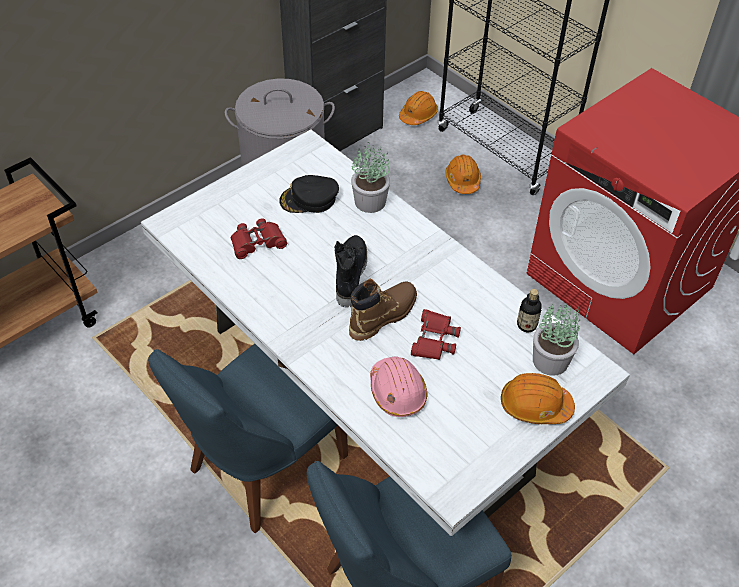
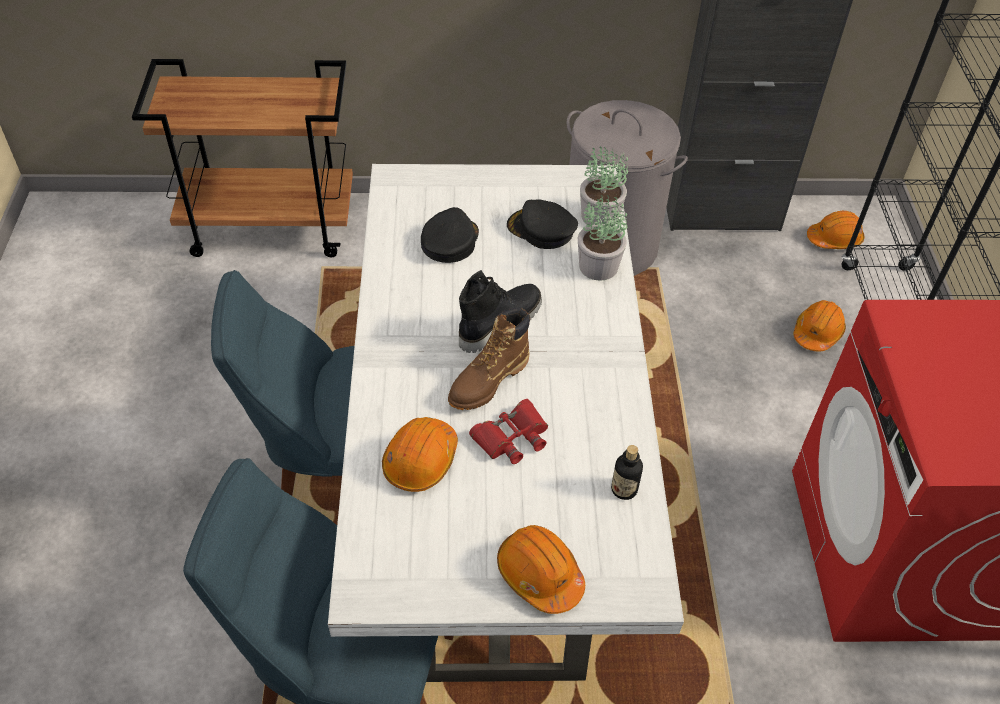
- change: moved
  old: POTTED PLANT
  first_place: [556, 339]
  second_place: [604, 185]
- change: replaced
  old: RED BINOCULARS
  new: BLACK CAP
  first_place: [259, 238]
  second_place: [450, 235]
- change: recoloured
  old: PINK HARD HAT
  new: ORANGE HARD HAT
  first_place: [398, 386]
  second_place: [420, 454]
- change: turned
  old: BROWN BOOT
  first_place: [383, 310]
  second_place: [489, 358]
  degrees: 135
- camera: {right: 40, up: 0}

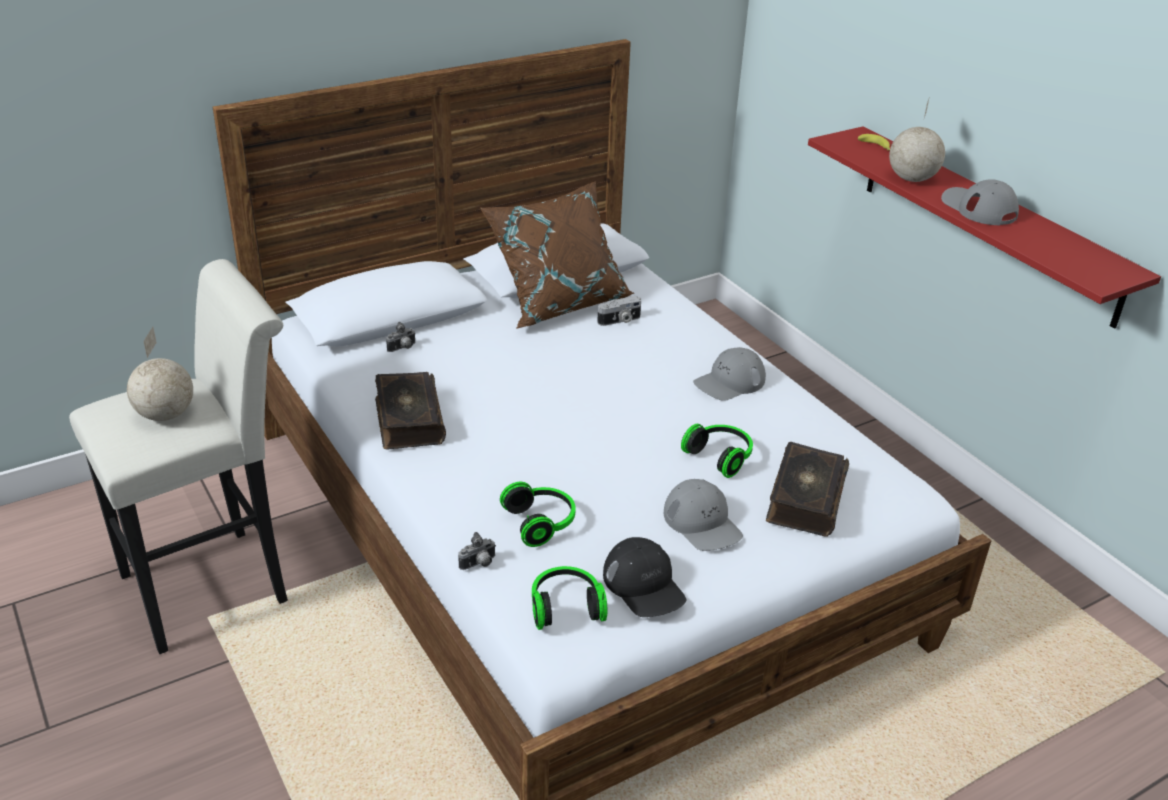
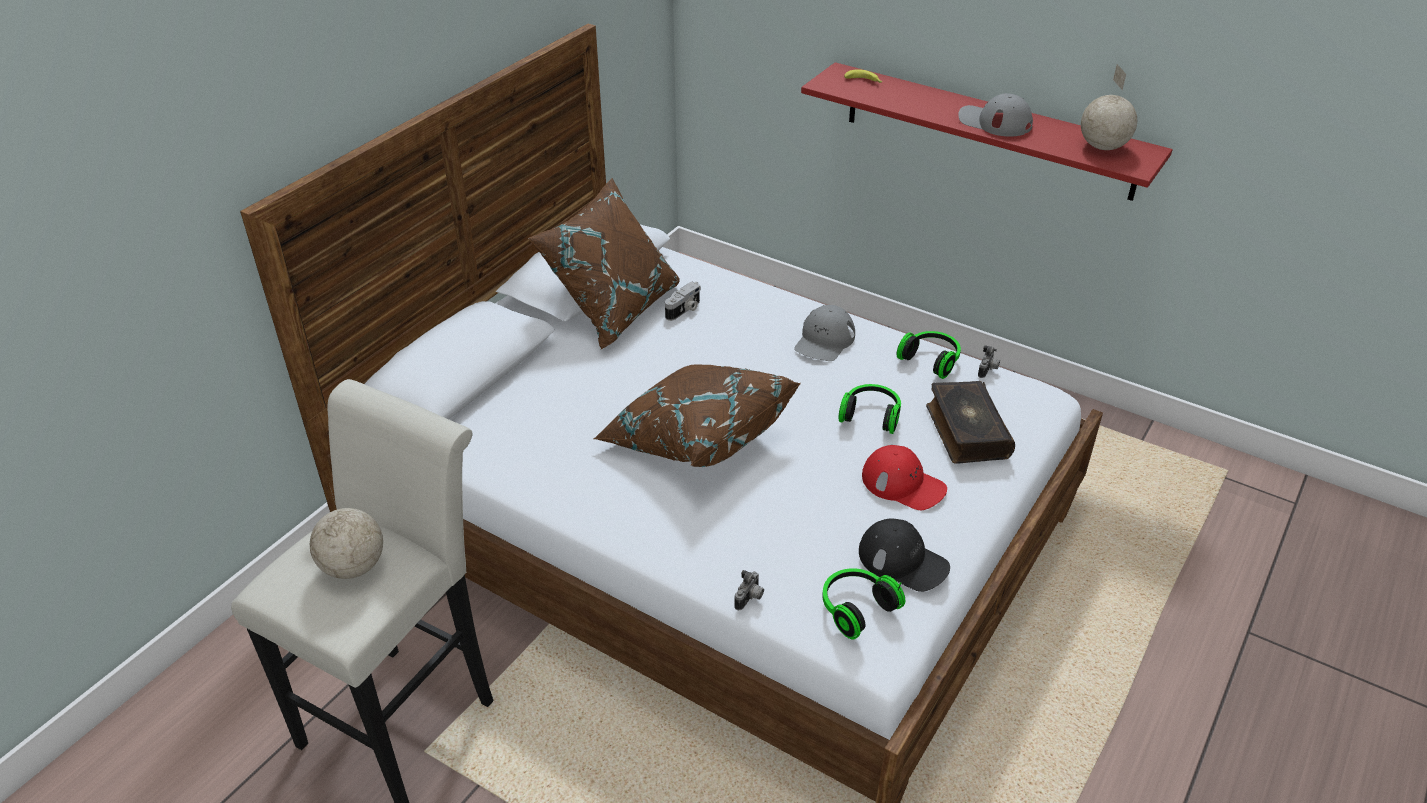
- change: removed
  old: BOOK
  first_place: [410, 410]
- change: added
  new: BROWN PILLOW
  second_place: [697, 415]
- change: moved
  old: PHOTO CAMERA
  first_place: [401, 337]
  second_place: [989, 361]
- change: moved
  old: HEADPHONES
  first_place: [538, 514]
  second_place: [929, 355]
- change: moved
  old: GLOBE
  first_place: [917, 139]
  second_place: [1109, 107]
- change: recoloured
  old: GREY CAP
  new: RED CAP
  first_place: [703, 515]
  second_place: [904, 477]
- camera: {right: -25, up: 5}

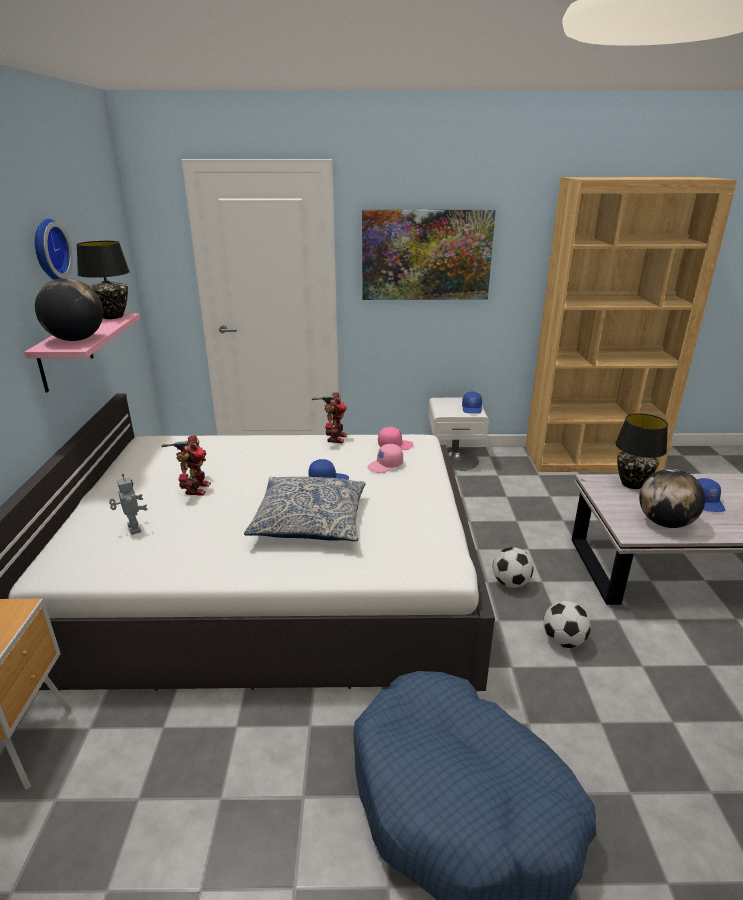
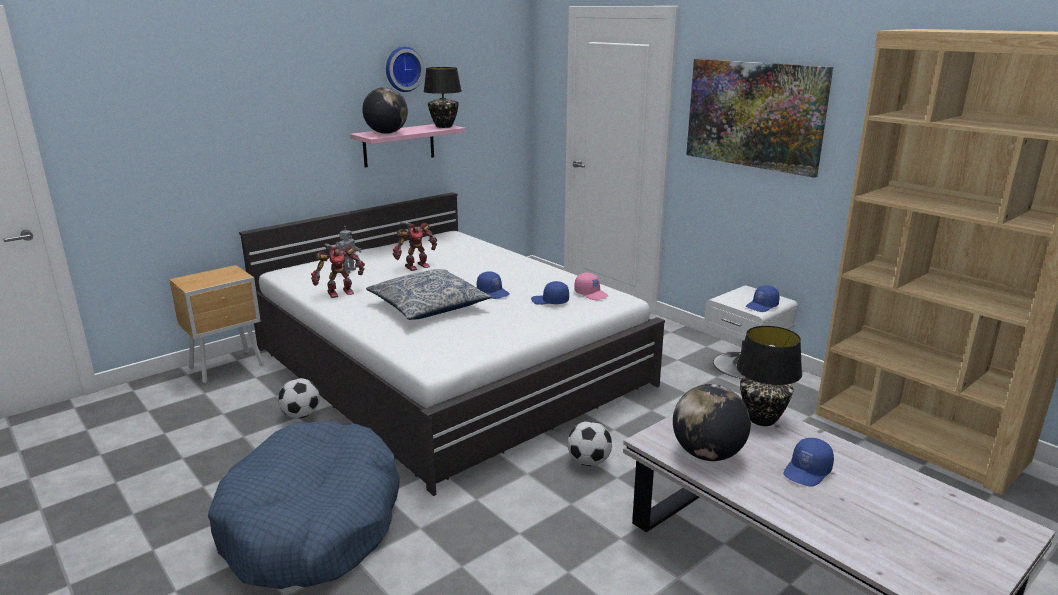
- change: moved
  old: TOY ROBOT
  first_place: [329, 417]
  second_place: [338, 270]
- change: moved
  old: FOOTBALL
  first_place: [567, 624]
  second_place: [299, 398]
- change: recoloured
  old: PINK CAP
  new: BLUE CAP
  first_place: [385, 458]
  second_place: [550, 293]
- camera: {right: 50, up: -5}

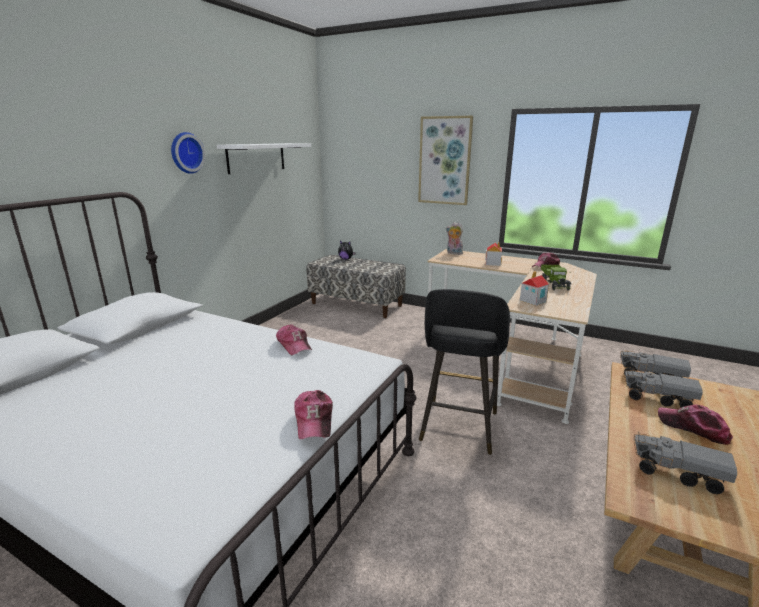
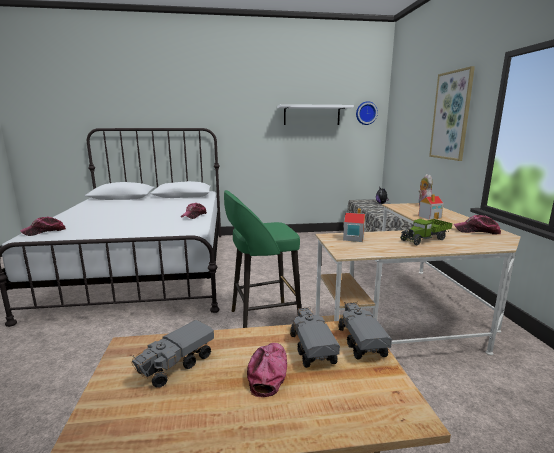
- change: moved
  old: WALL CLOCK
  first_place: [188, 153]
  second_place: [367, 113]
- change: moved
  old: CAP
  first_place: [313, 414]
  second_place: [43, 226]
- change: recoloured
  old: BLACK STOOL
  new: GREEN STOOL
  first_place: [464, 372]
  second_place: [262, 259]
- change: turned
  old: TOY TRUCK
  first_place: [685, 463]
  second_place: [172, 354]
  degrees: -135
- camera: {right: 55, up: -5}

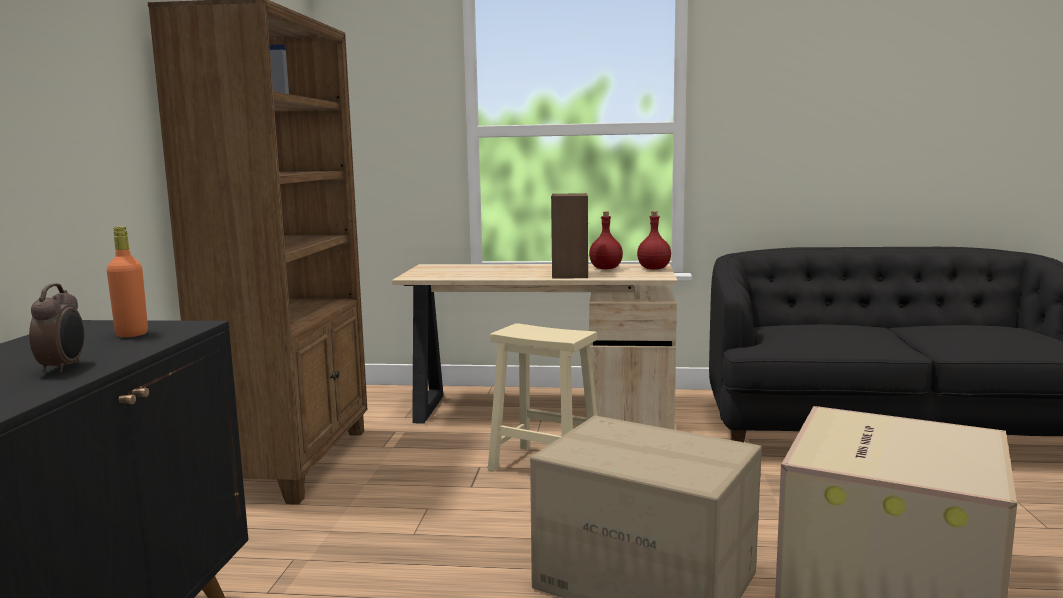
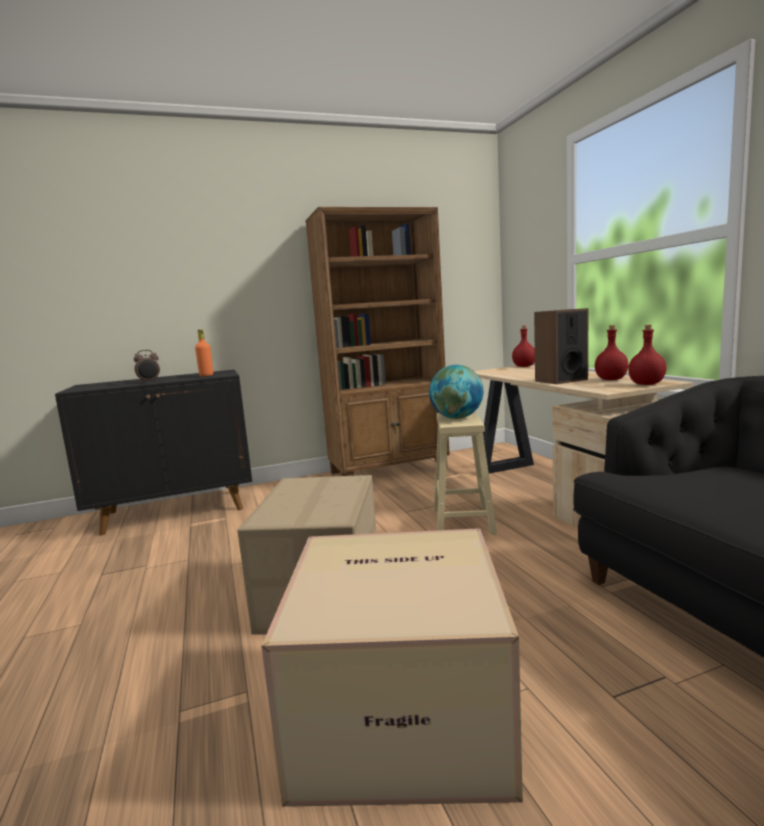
- change: added
  new: GLOBE
  second_place: [456, 392]
- change: added
  new: RED BOTTLE
  second_place: [523, 346]
- camera: {right: 65, up: 0}

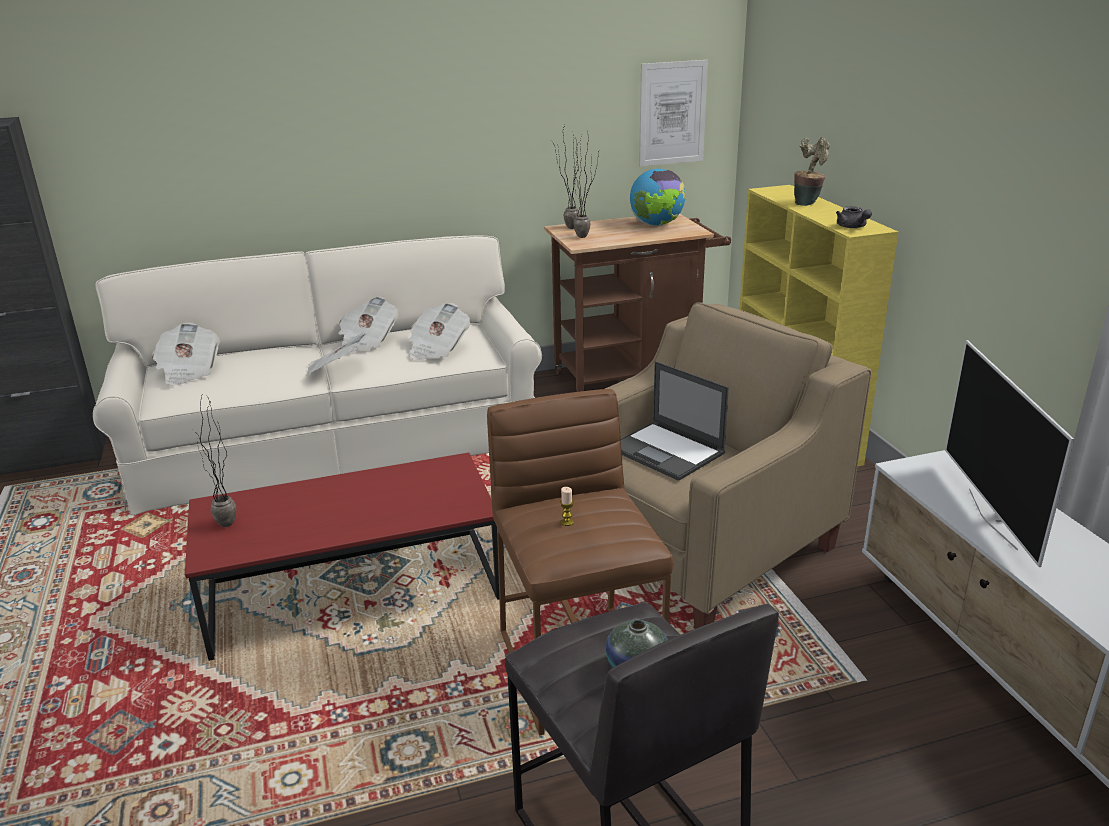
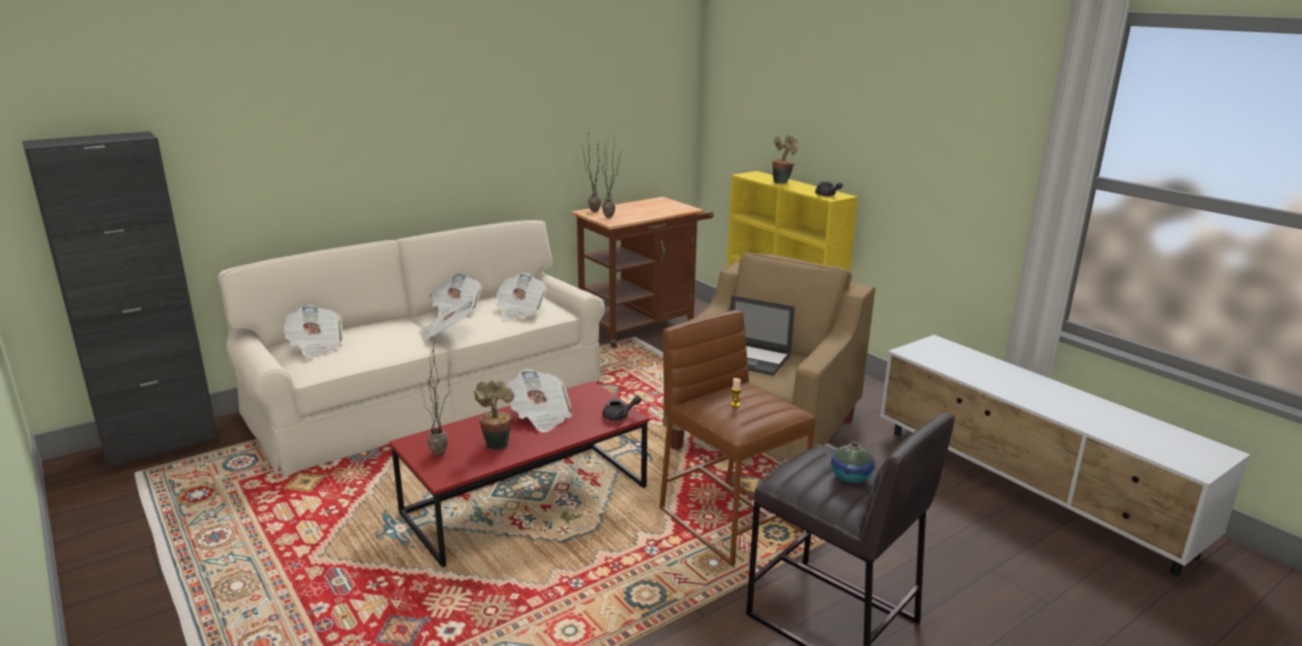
- change: removed
  old: GLOBE
  first_place: [658, 197]
- change: removed
  old: PICTURE
  first_place: [673, 113]
- change: removed
  old: TELEVISION
  first_place: [1009, 453]
- change: added
  new: POTTED PLANT
  second_place: [494, 415]
- change: added
  new: NEWSPAPER
  second_place: [539, 401]
- change: added
  new: GREY TEAPOT
  second_place: [622, 408]
- camera: {right: -20, up: -5}

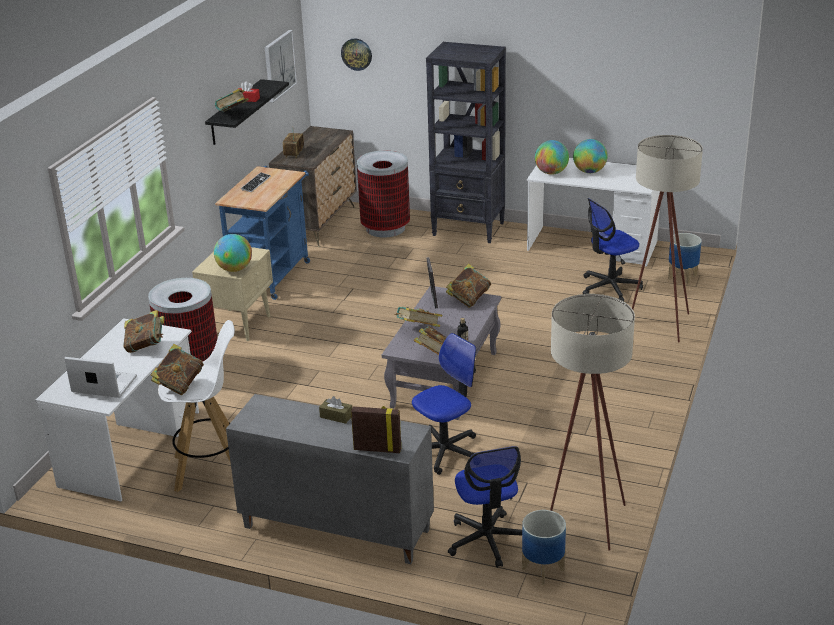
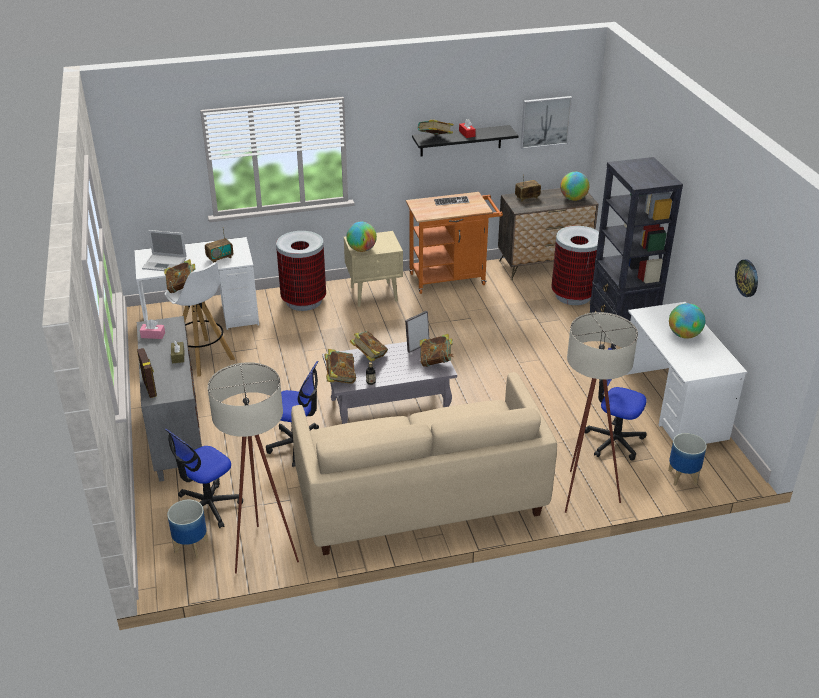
- change: added
  new: PINK TISSUE BOX
  second_place: [152, 329]
- change: added
  new: BEIGE SOFA
  second_place: [424, 463]
- change: moved
  old: WALL CLOCK
  first_place: [356, 54]
  second_place: [746, 278]
- change: moved
  old: GLOBE
  first_place: [552, 157]
  second_place: [575, 186]
- change: replaced
  old: BOOK
  new: RADIO
  first_place: [143, 331]
  second_place: [219, 246]
- change: recoloured
  old: BLUE CART
  new: ORANGE CART
  first_place: [262, 233]
  second_place: [454, 243]
- change: turned
  old: LAPTOP
  first_place: [100, 377]
  second_place: [164, 250]
  degrees: 120
- camera: {right: 55, up: 5}

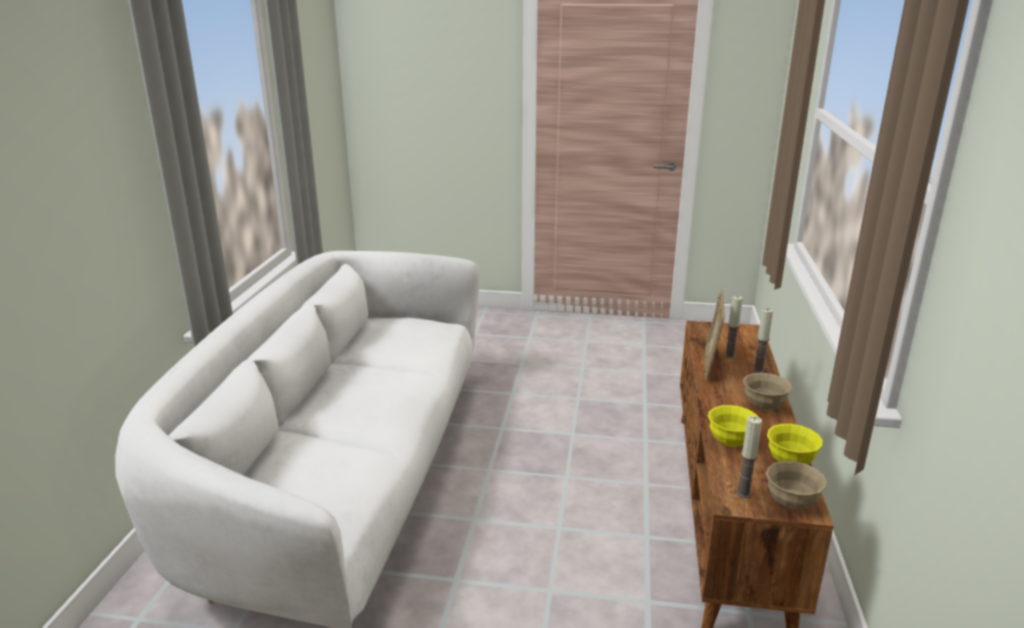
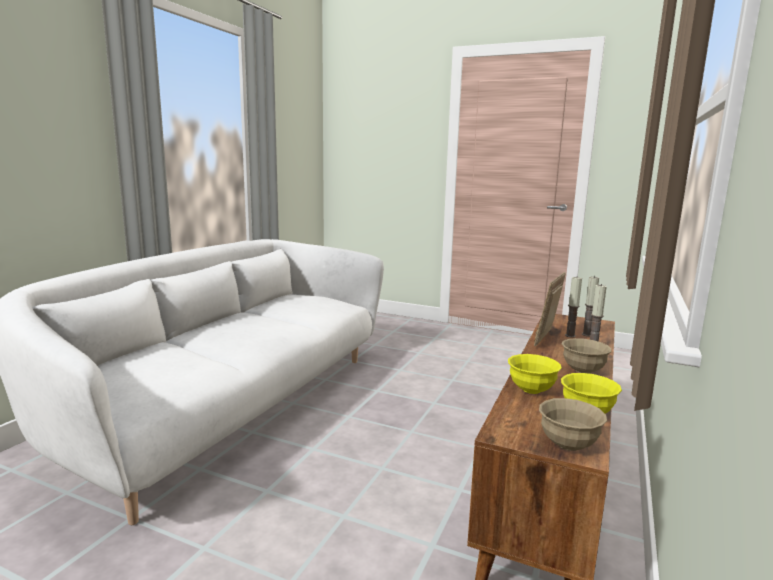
- change: moved
  old: CANDLE
  first_place: [749, 457]
  second_place: [590, 306]
- camera: {right: 15, up: -10}

